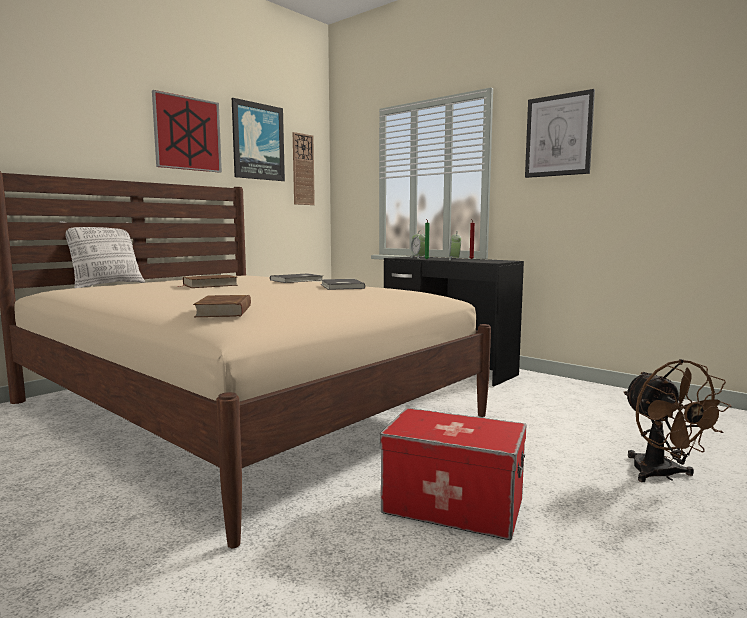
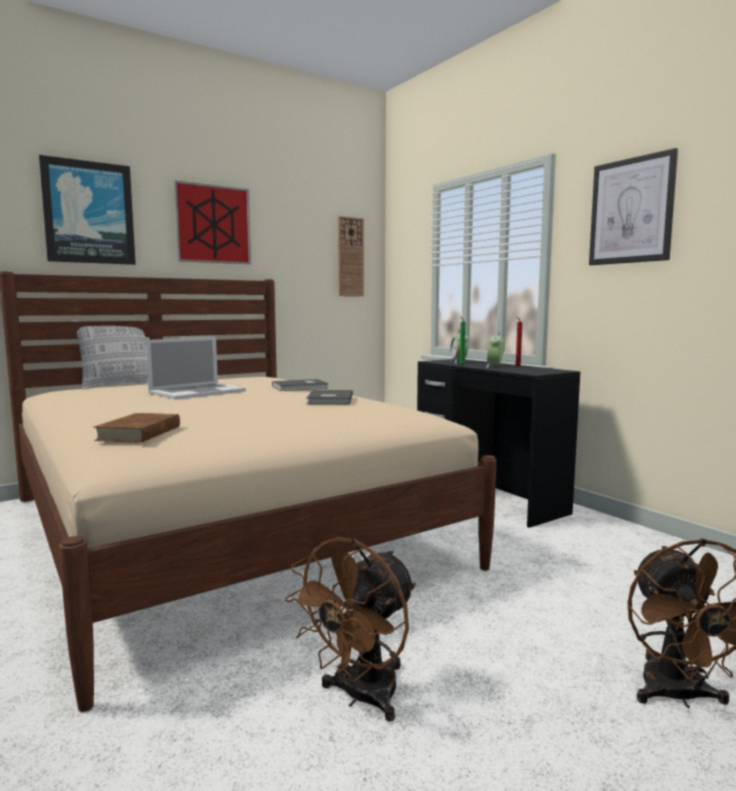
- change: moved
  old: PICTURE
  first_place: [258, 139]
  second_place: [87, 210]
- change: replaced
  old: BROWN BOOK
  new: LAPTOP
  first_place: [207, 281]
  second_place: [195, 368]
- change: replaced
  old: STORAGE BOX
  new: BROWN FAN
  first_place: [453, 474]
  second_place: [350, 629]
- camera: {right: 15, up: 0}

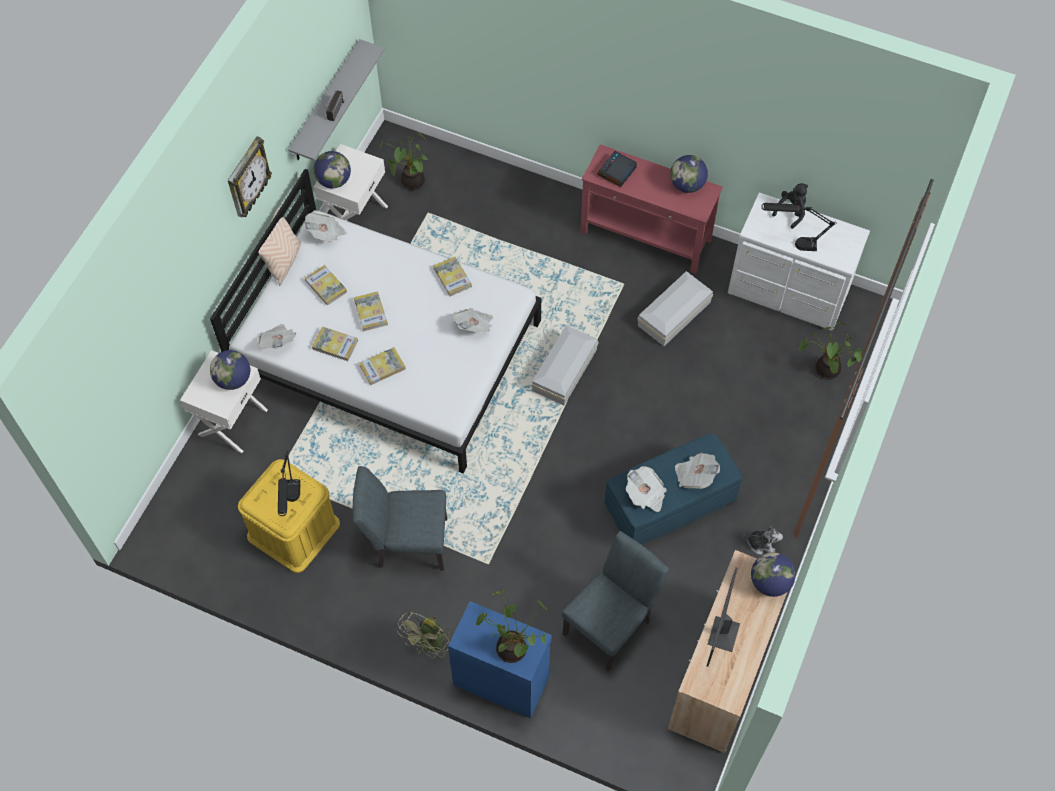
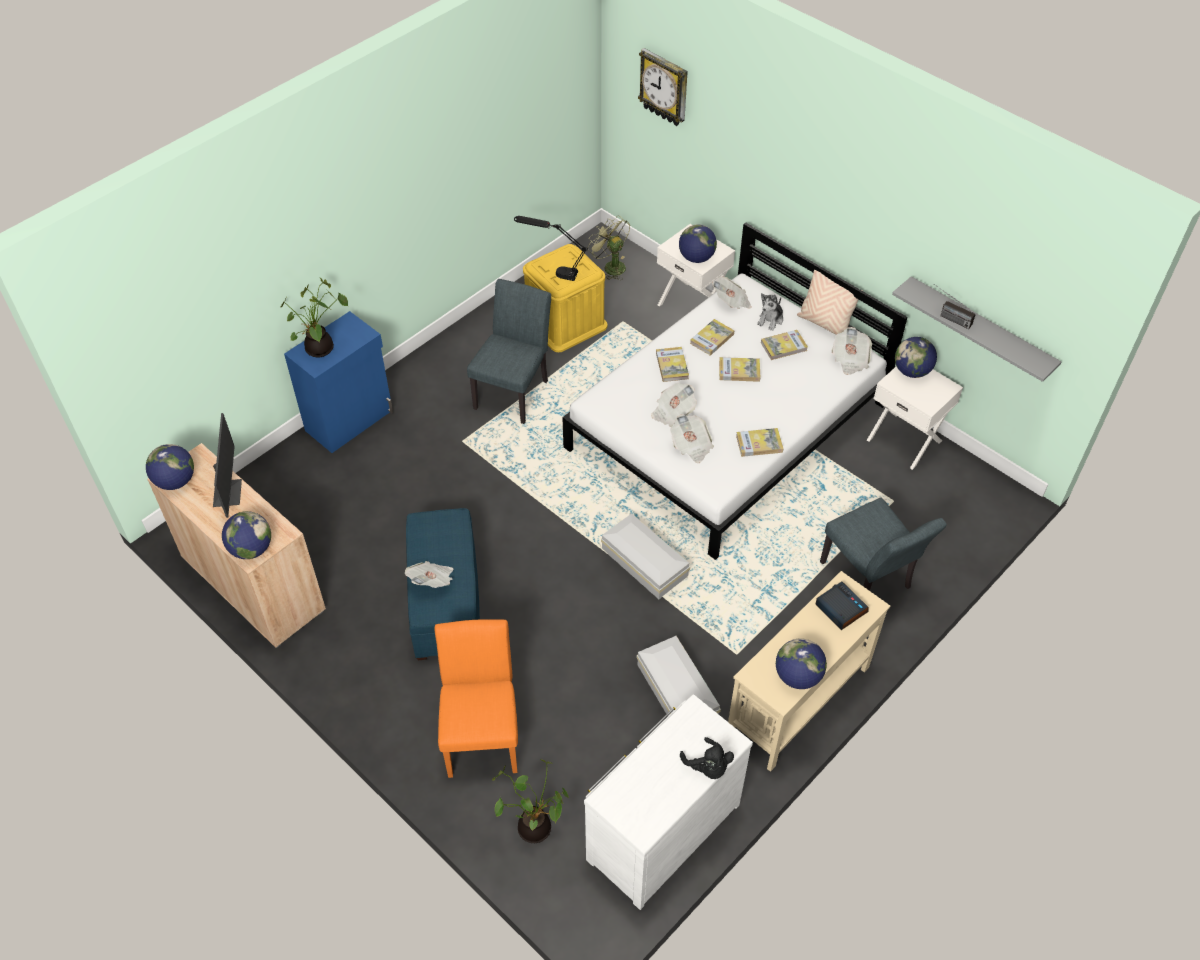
- change: removed
  old: POTTED PLANT
  first_place: [404, 160]
- change: removed
  old: BLACK TABLE LAMP
  first_place: [798, 227]
- change: added
  new: GLOBE
  second_place: [170, 467]
- change: added
  new: ORANGE CHAIR
  second_place: [476, 699]
- change: moved
  old: WALL CLOCK
  first_place: [250, 176]
  second_place: [663, 87]
- change: moved
  old: GREEN FAN
  first_place: [424, 635]
  second_place: [609, 247]
- change: moved
  old: GREY CHAIR
  first_place: [615, 601]
  second_place: [883, 544]
- change: moved
  old: NEWSPAPER
  first_place: [646, 489]
  second_place: [674, 404]
- change: moved
  old: PLUSH TOY
  first_place: [763, 540]
  second_place: [770, 312]
- change: recoloured
  old: RED CONSOLE TABLE
  new: BEIGE CONSOLE TABLE
  first_place: [651, 209]
  second_place: [809, 671]
- change: turned
  old: MONITOR
  first_place: [723, 617]
  second_place: [227, 465]
  degrees: 45
- camera: {right: 110, up: -10}

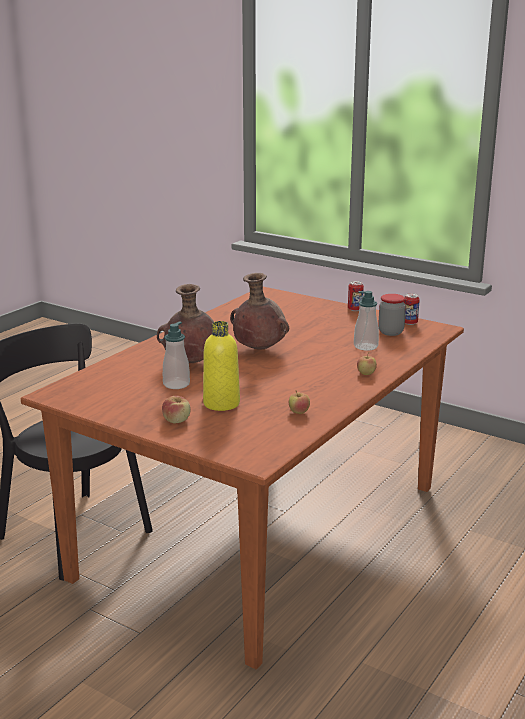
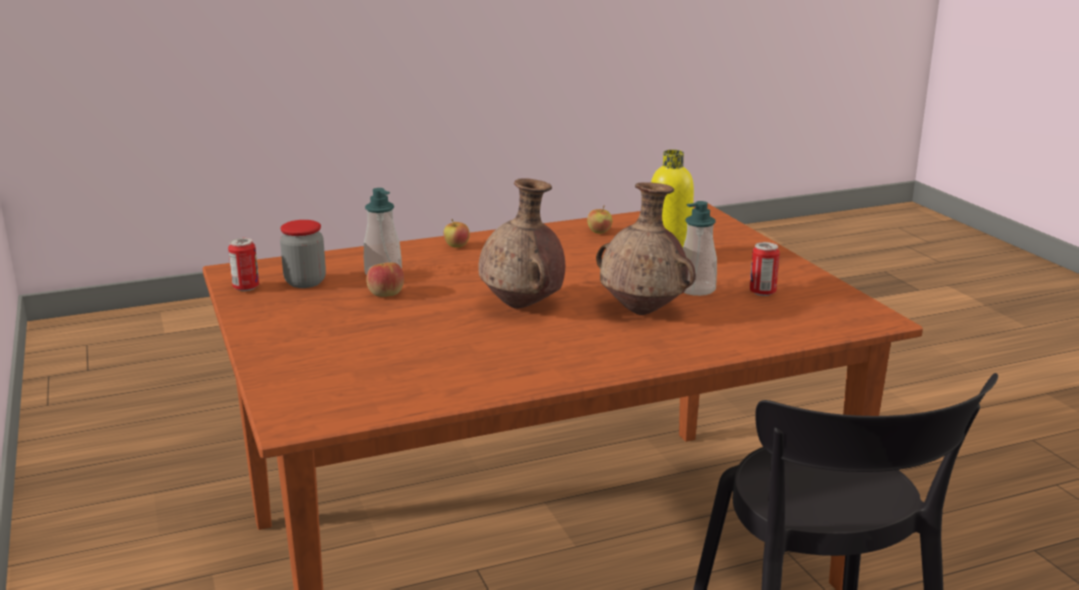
- change: moved
  old: APPLE
  first_place: [176, 409]
  second_place: [385, 279]
- change: moved
  old: CAN
  first_place: [356, 296]
  second_place: [765, 269]
- camera: {right: -145, up: 0}

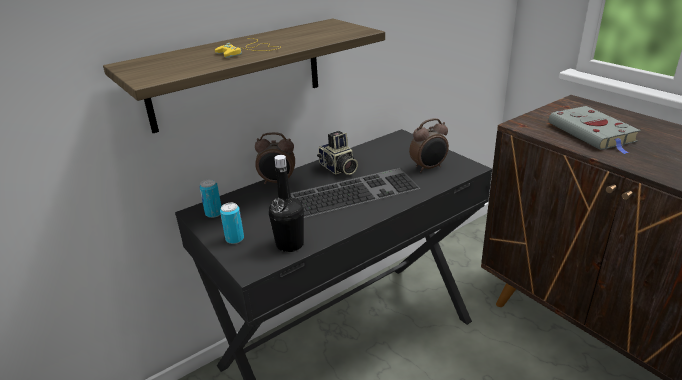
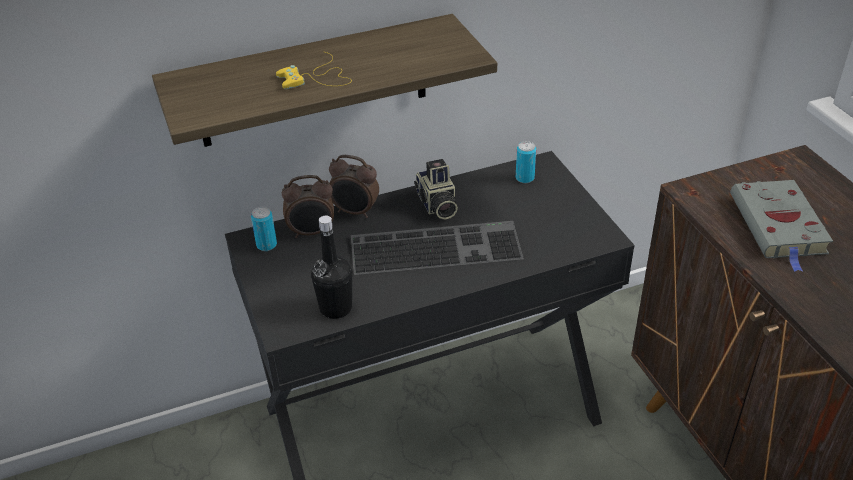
- change: moved
  old: CAN
  first_place: [232, 223]
  second_place: [526, 162]
- change: moved
  old: ALARM CLOCK
  first_place: [429, 145]
  second_place: [308, 206]
- camera: {right: 15, up: 10}

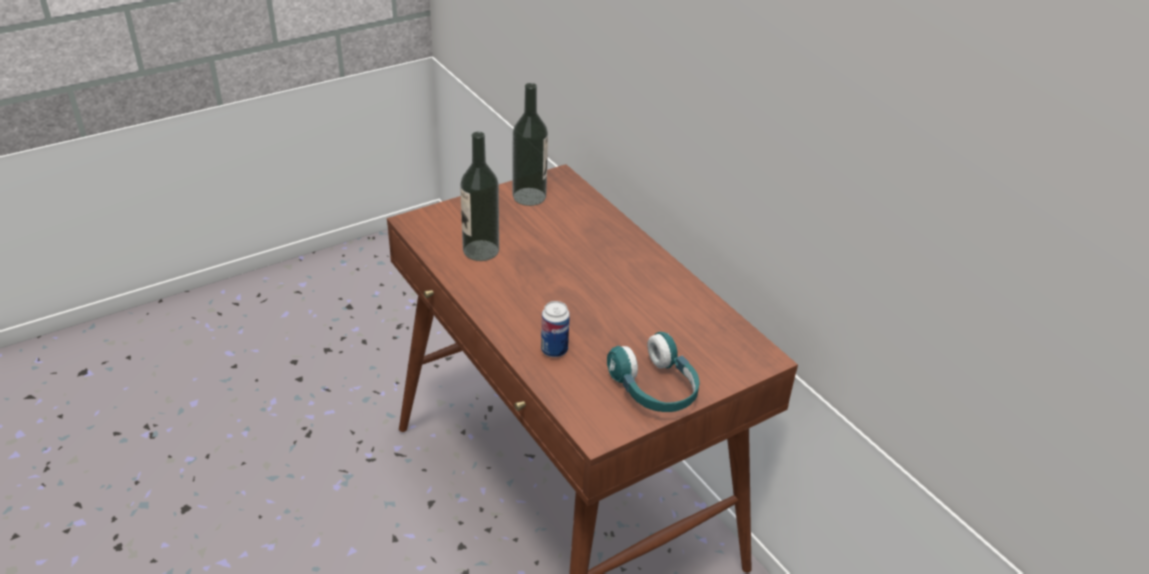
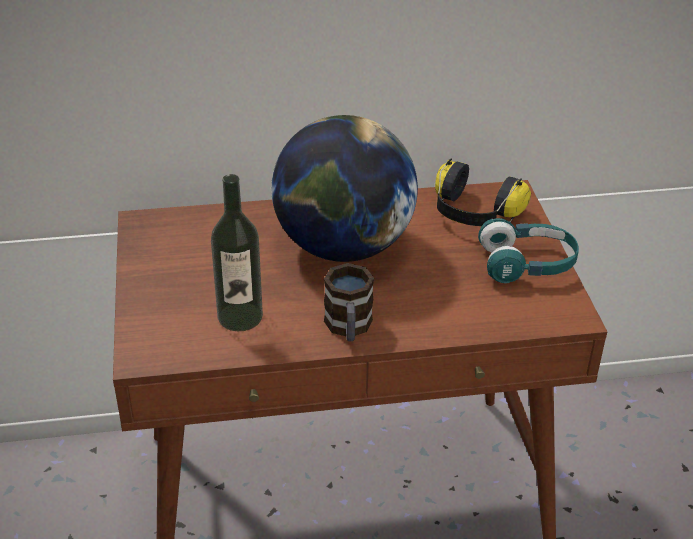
- change: removed
  old: BOTTLE
  first_place: [530, 144]
- change: removed
  old: CAN
  first_place: [555, 329]
- change: added
  new: GLOBE
  second_place: [344, 188]
- change: added
  new: MUG
  second_place: [349, 302]
- change: added
  new: HEADPHONES
  second_place: [483, 192]
- camera: {right: -65, up: 0}

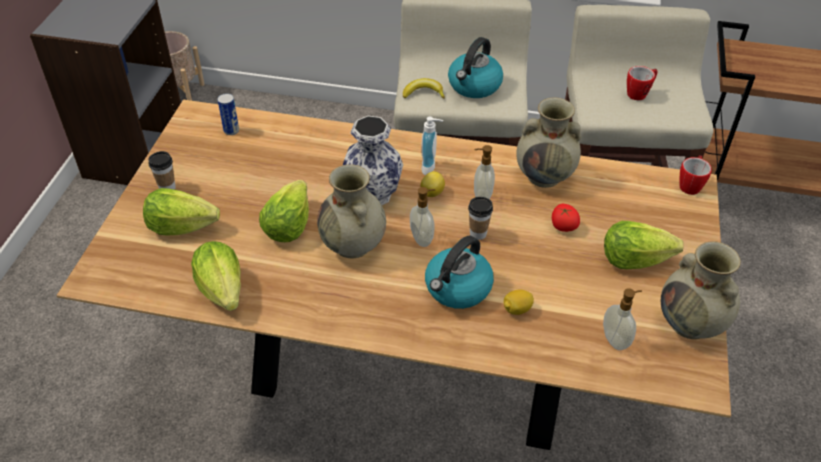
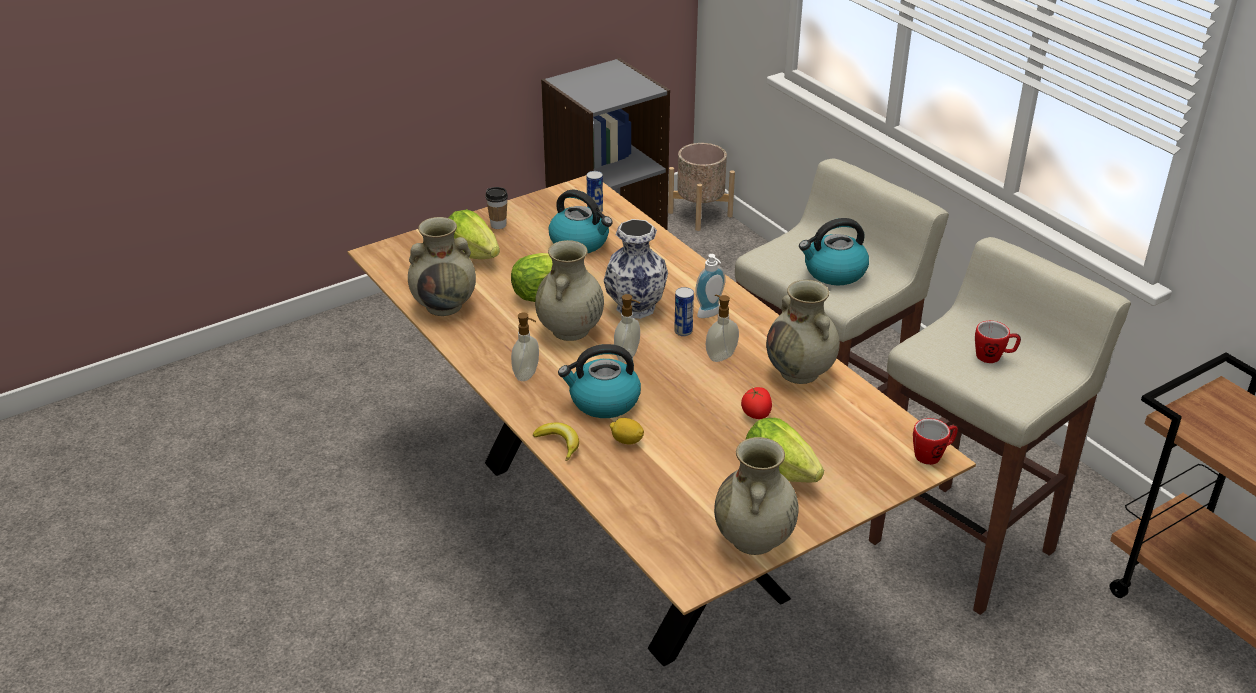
- change: removed
  old: CUP
  first_place: [480, 218]
- change: added
  new: KETTLE
  second_place: [581, 221]
- change: moved
  old: BANANA
  first_place: [424, 88]
  second_place: [556, 442]
- change: moved
  old: SOAP DISPENSER
  first_place: [622, 319]
  second_place: [525, 346]
- change: replaced
  old: LETTUCE
  new: BEIGE VASE
  first_place: [216, 276]
  second_place: [442, 266]
- change: replaced
  old: LEMON
  new: CAN
  first_place: [432, 184]
  second_place: [684, 311]
- camera: {right: 45, up: -10}

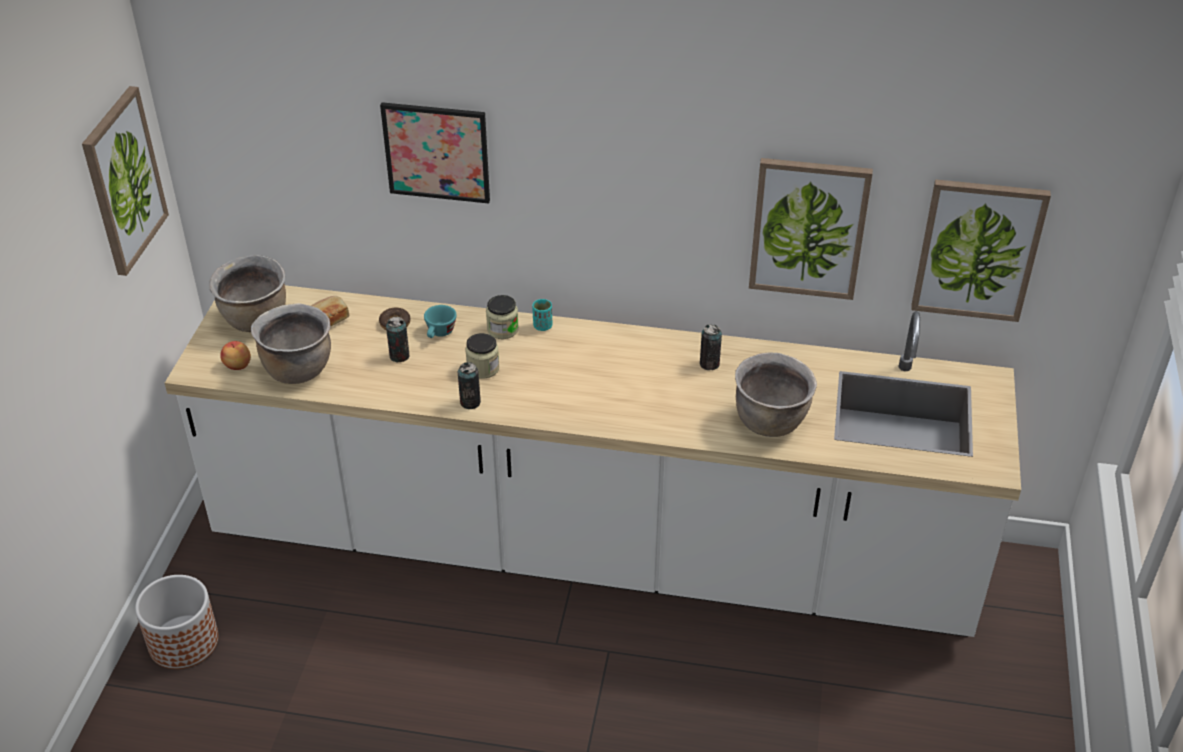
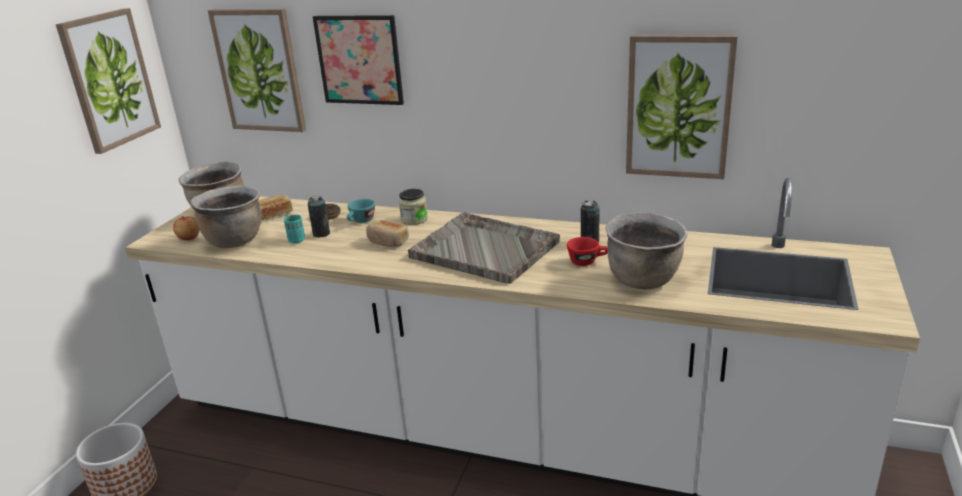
- change: removed
  old: CAN
  first_place: [469, 385]
- change: added
  new: GREY TRAY
  second_place: [484, 248]
- change: added
  new: RED CUP
  second_place: [587, 251]
- change: moved
  old: TURQUOISE CUP
  first_place: [542, 315]
  second_place: [294, 229]
- change: moved
  old: PICTURE
  first_place: [981, 250]
  second_place: [257, 70]
- change: replaced
  old: JAR
  new: BREAD
  first_place: [482, 356]
  second_place: [387, 233]
- camera: {right: 10, up: -15}

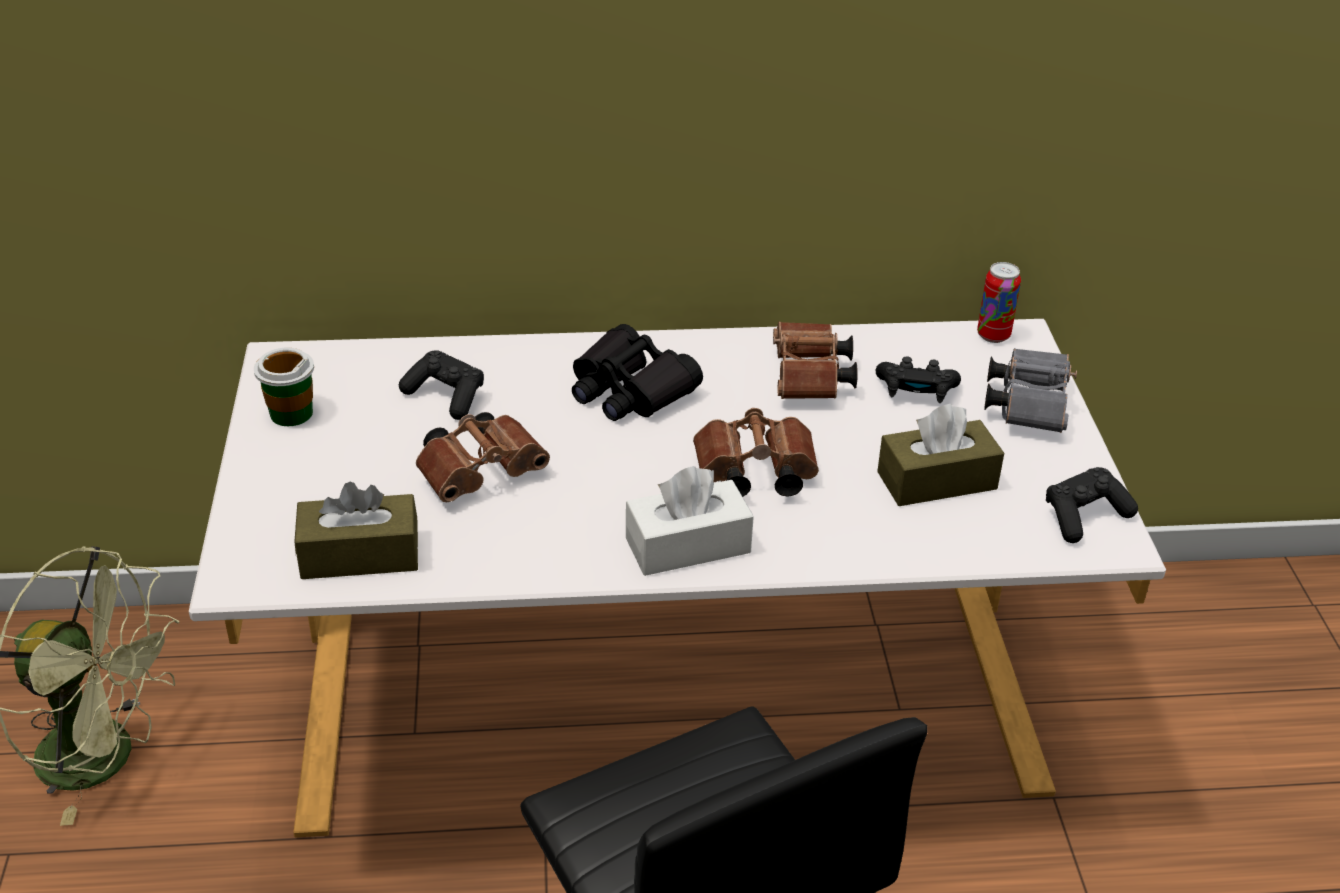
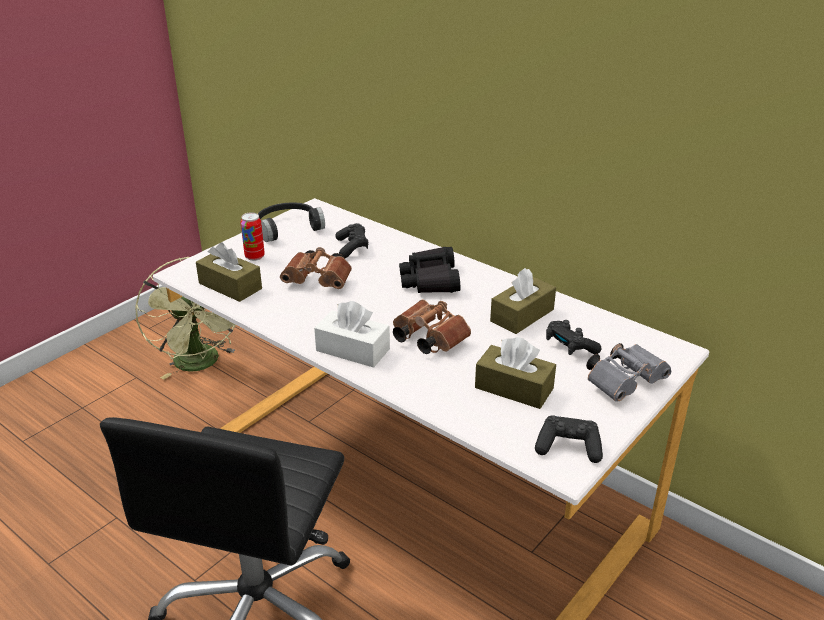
- change: moved
  old: CAN
  first_place: [999, 302]
  second_place: [253, 236]
- change: replaced
  old: CUP
  new: BLACK HEADPHONES
  first_place: [284, 387]
  second_place: [291, 222]
- change: replaced
  old: BROWN BINOCULARS
  new: BROWN TISSUE BOX
  first_place: [815, 360]
  second_place: [523, 301]
- camera: {right: 45, up: -5}

